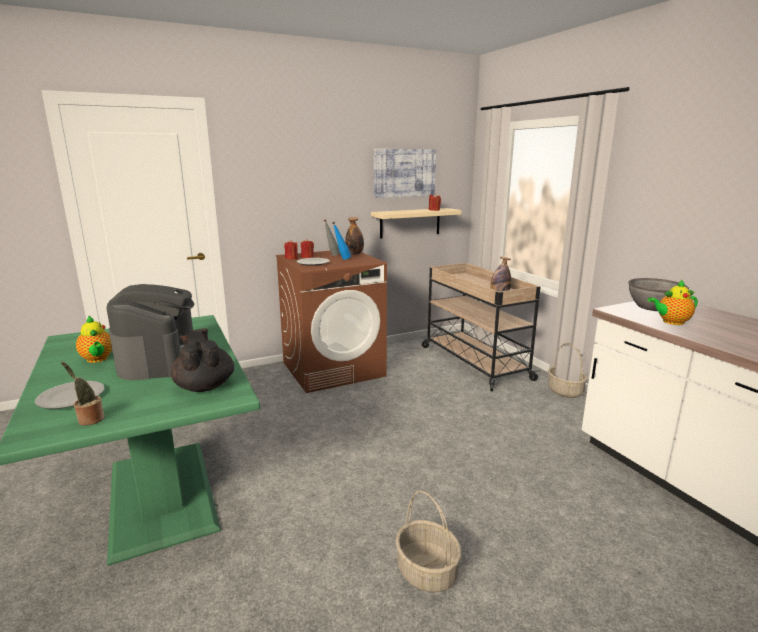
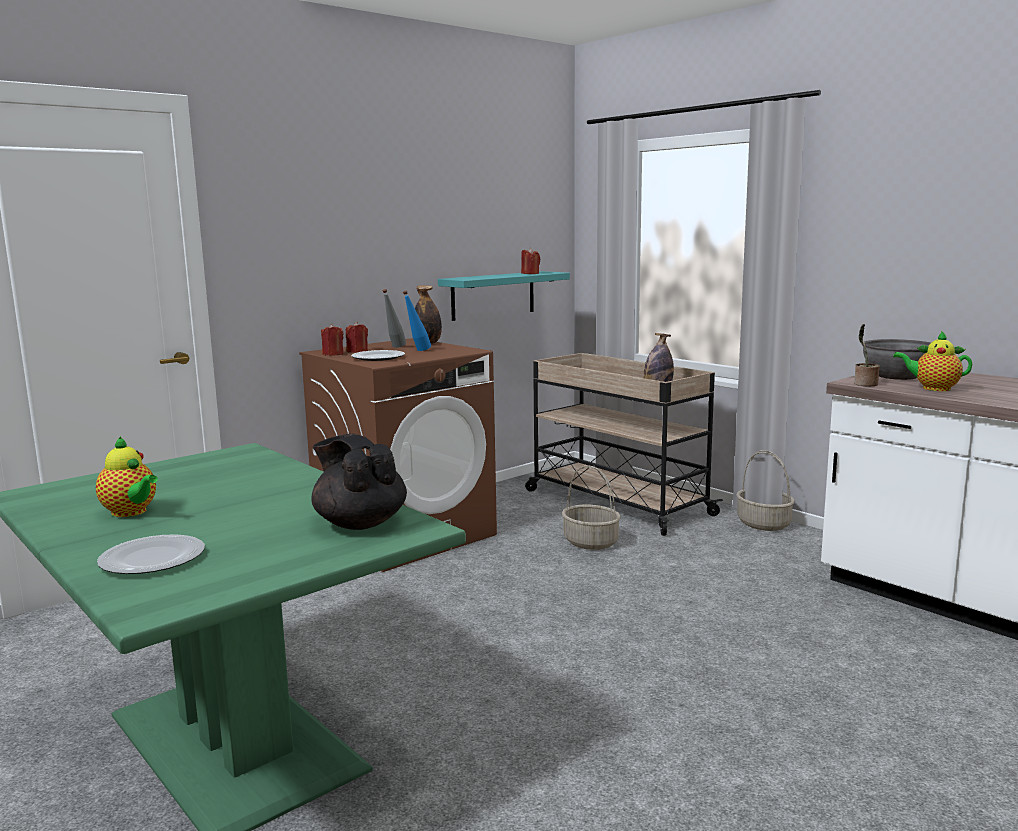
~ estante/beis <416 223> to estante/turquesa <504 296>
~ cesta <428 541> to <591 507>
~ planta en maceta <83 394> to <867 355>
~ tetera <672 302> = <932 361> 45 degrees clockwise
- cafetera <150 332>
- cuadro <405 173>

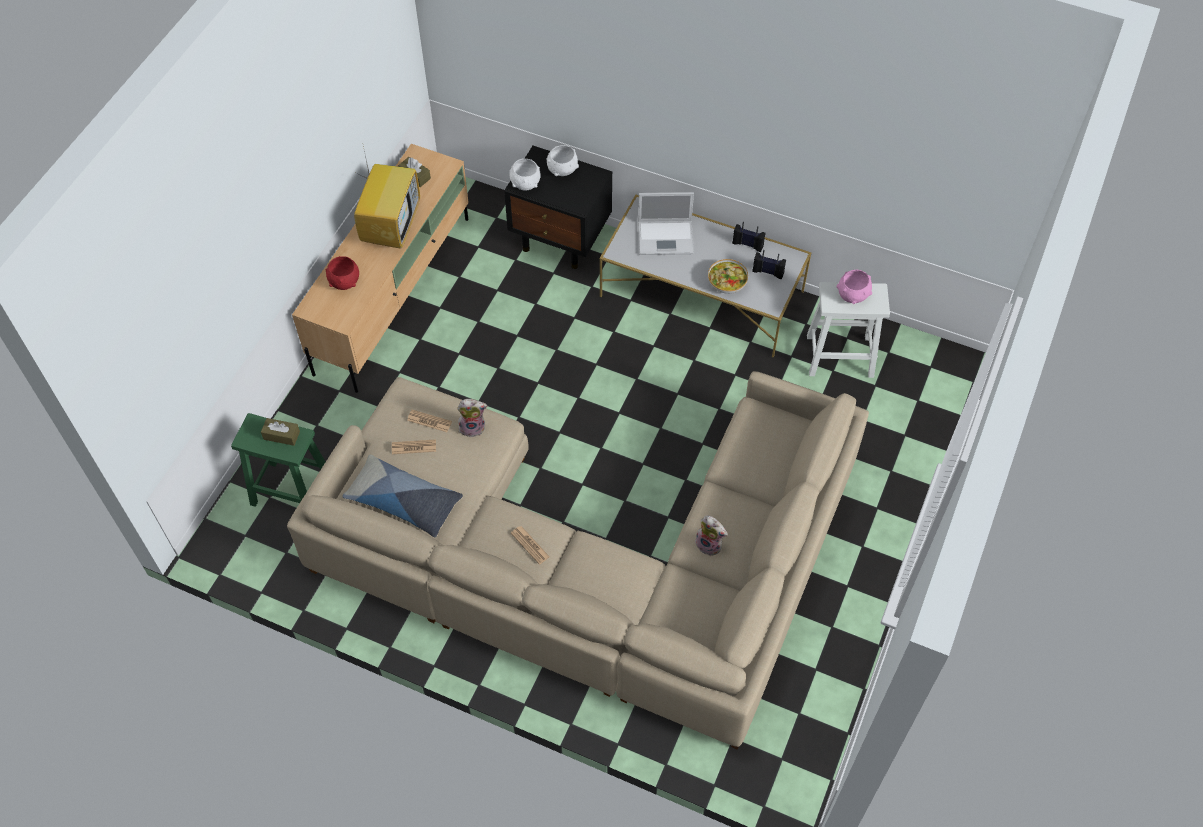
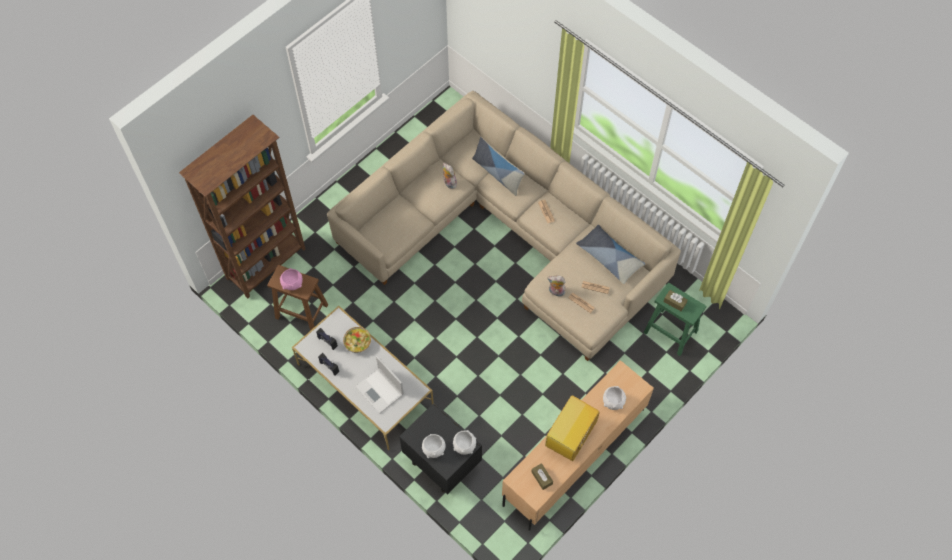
+ estantería/marrón <242 207>
~ taburete/blanco <848 330> to taburete/marrón <297 298>
~ portátil <666 223> = <379 385> 150 degrees counterclockwise
+ cojín <498 166>
~ cuenco/rojo <342 273> to cuenco/blanco <614 398>

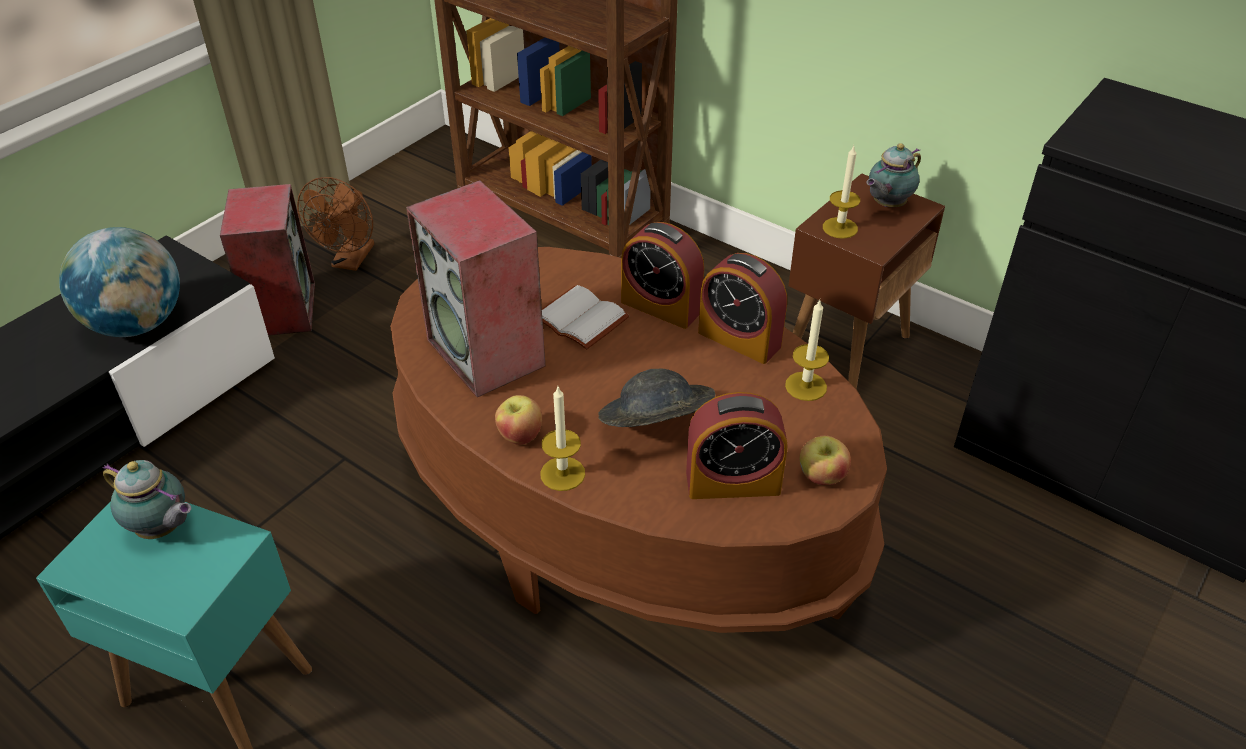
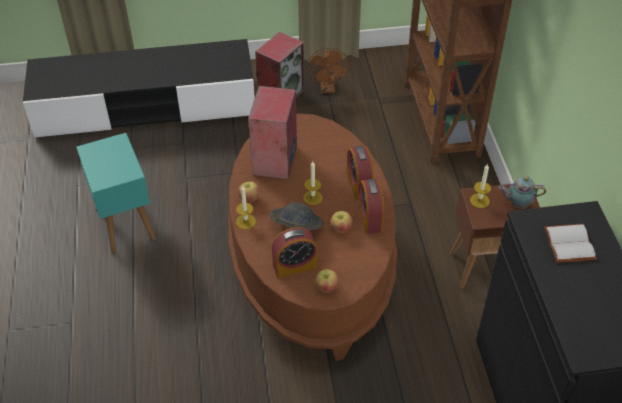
~ despertador <736 445> = <294 252> 60 degrees counterclockwise
~ vela <807 350> to <313 183>
~ ventilador/marrón <335 224> = <328 70> 60 degrees counterclockwise
+ manzana <341 222>
~ libro/blanco <586 317> to <570 243>
- globo terráqueo <119 282>
- tetera <146 499>

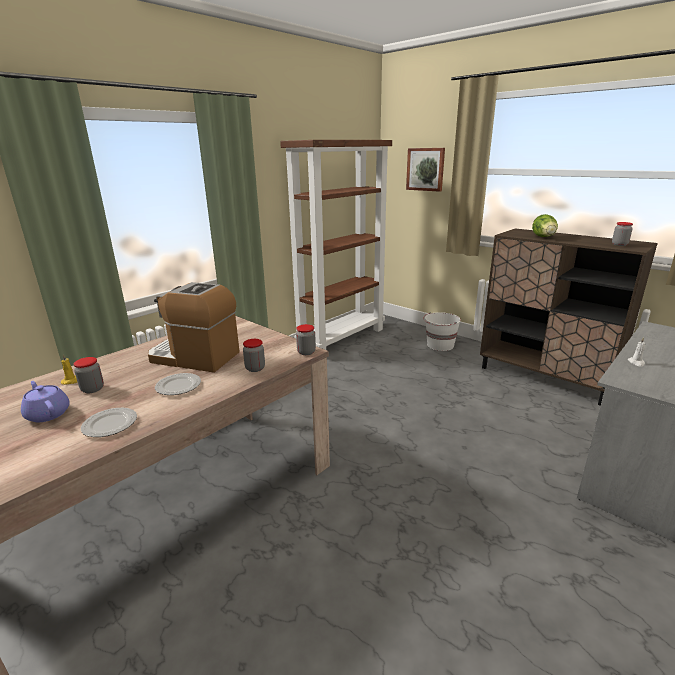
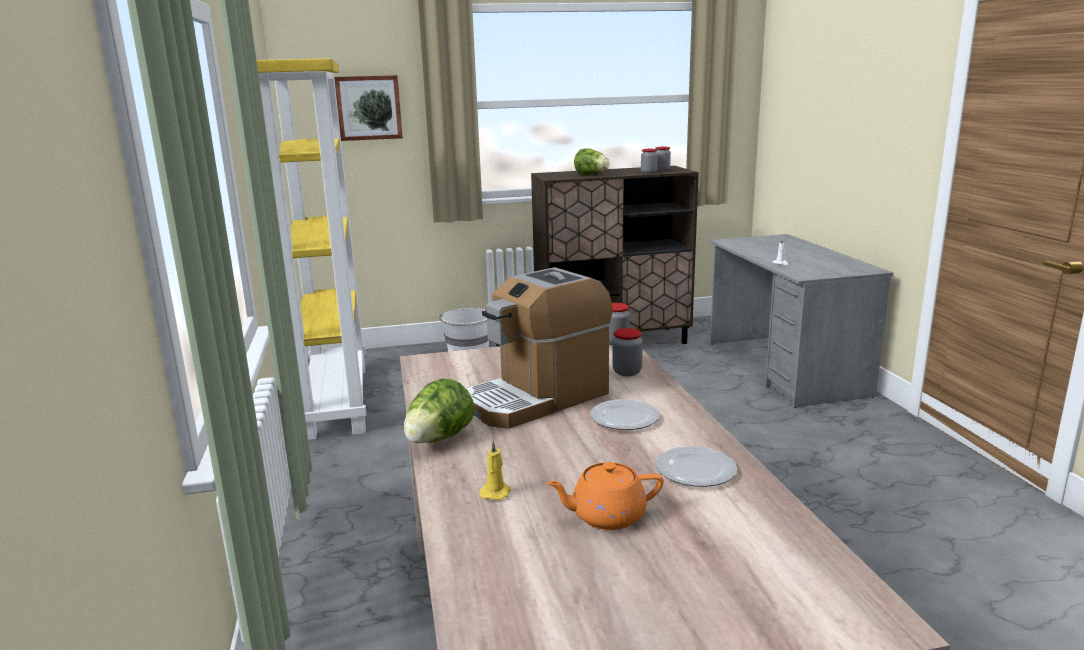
~ estantería/marrón <336 245> to estantería/amarillo <311 249>
+ lechuga <439 411>
~ tetera/morado <45 401> to tetera/naranja <604 496>
~ tarro <88 375> to <649 161>

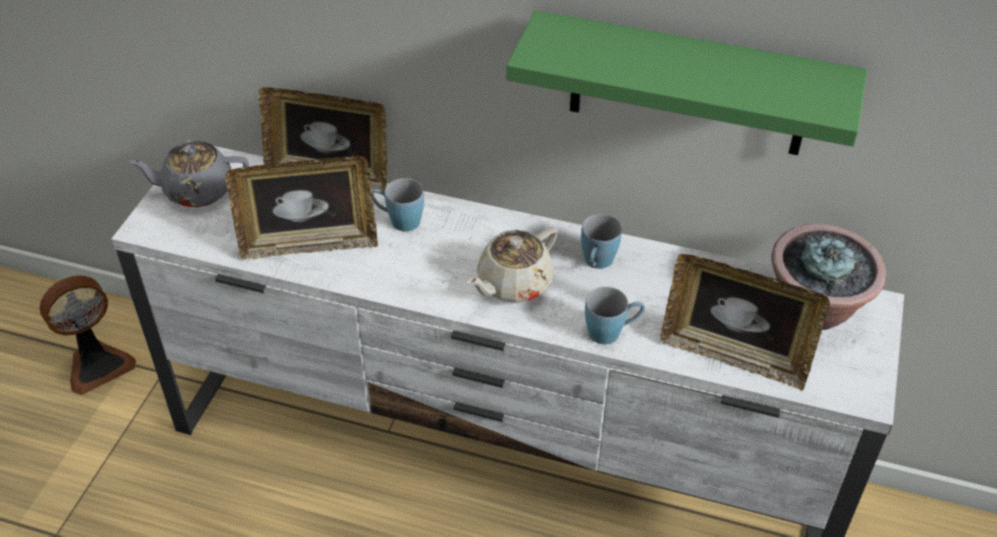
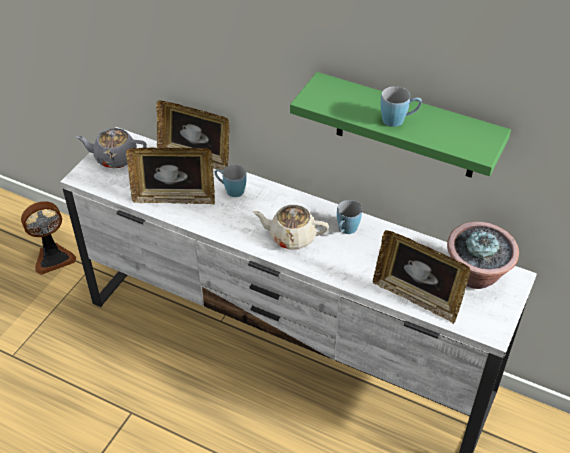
~ tetera/beis <512 265> = <291 227> 45 degrees clockwise
~ taza grande/azul <615 315> to <401 106>

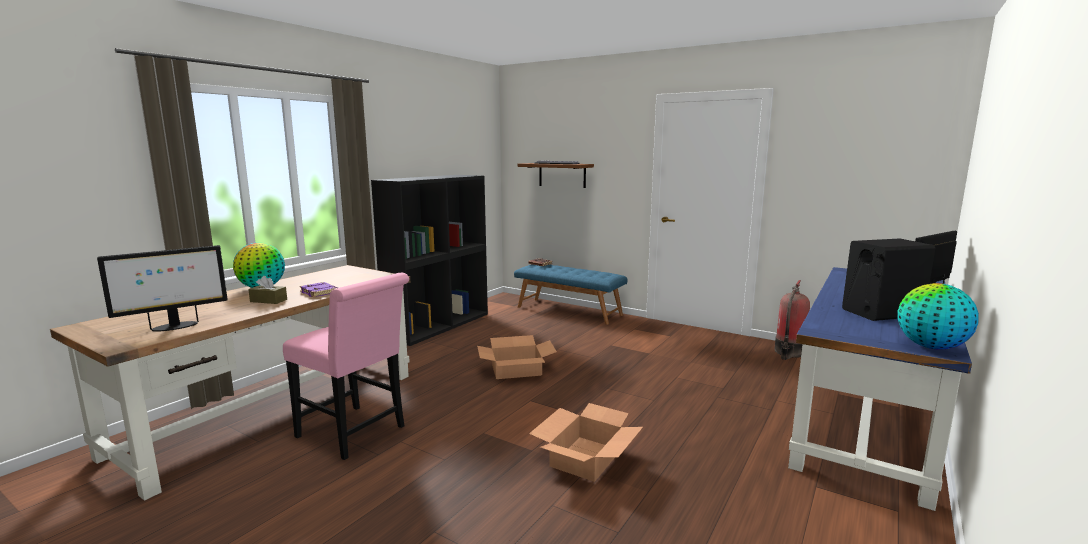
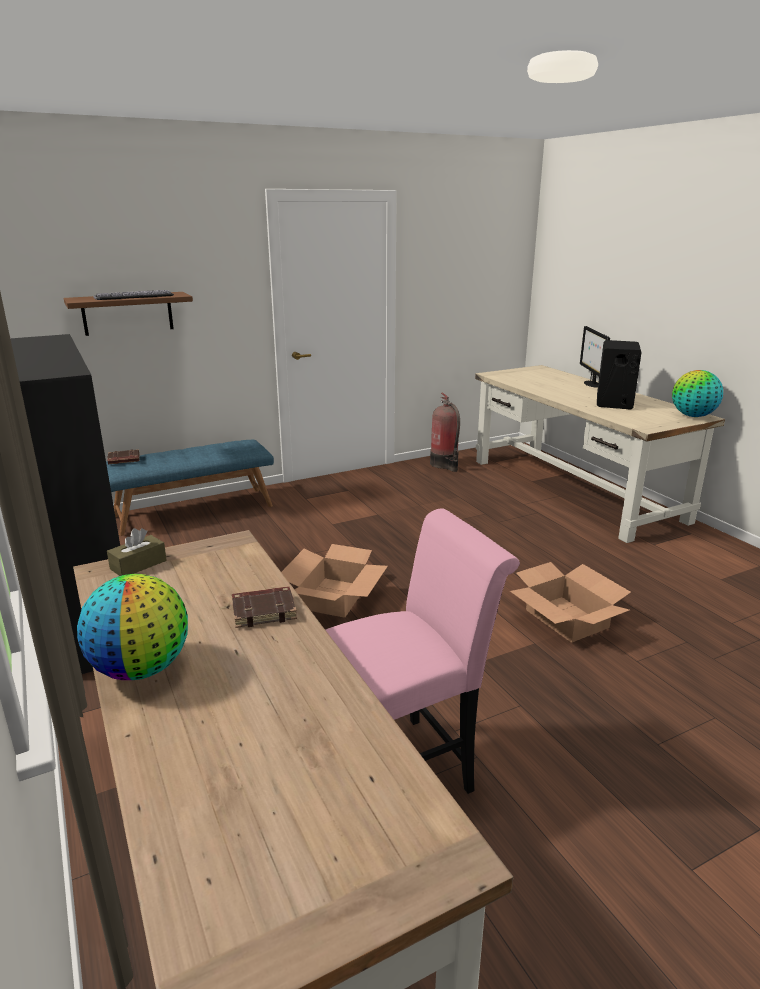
~ caja de pañuelos/marrón <267 290> to <137 552>
~ libro/morado <319 289> to libro/marrón <264 607>
~ escritorio/azul <880 389> to escritorio/beis <600 454>
- monitor <162 288>

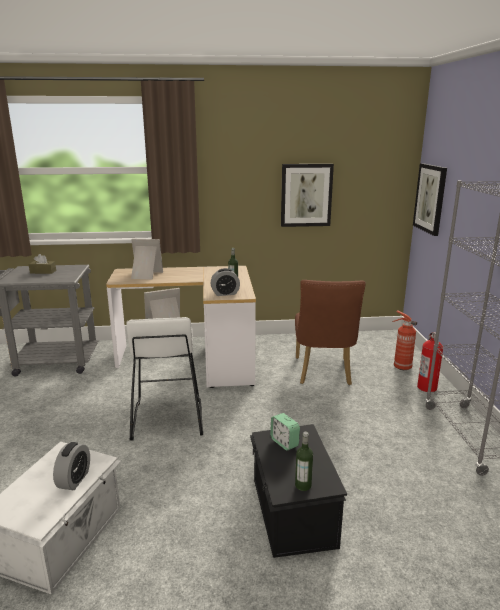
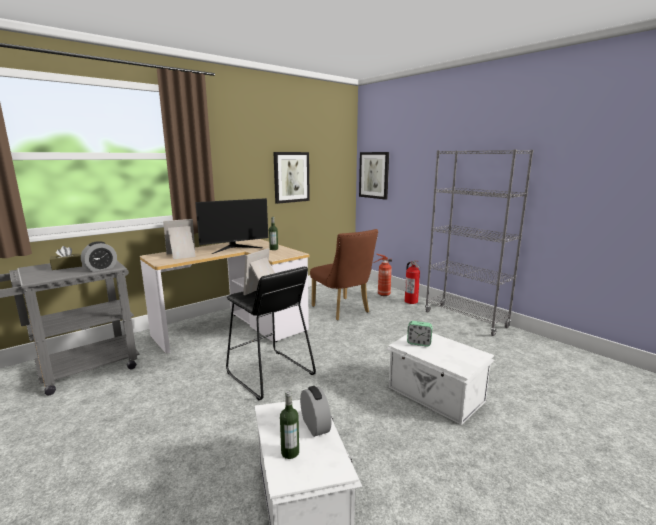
~ despertador <225 282> to <99 256>
+ monitor <231 226>
~ taburete/blanco <164 379> to taburete/negro <271 333>
~ botella <304 461> to <289 425>
~ caja de almacenaje/negro <298 491> to caja de almacenaje/blanco <440 379>

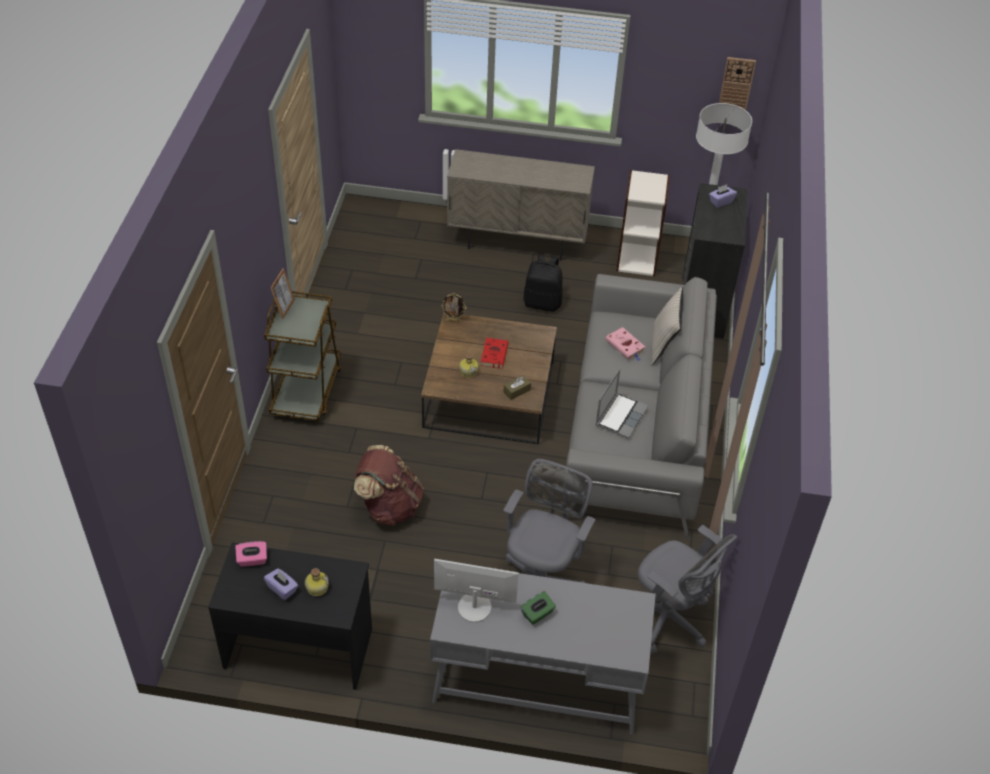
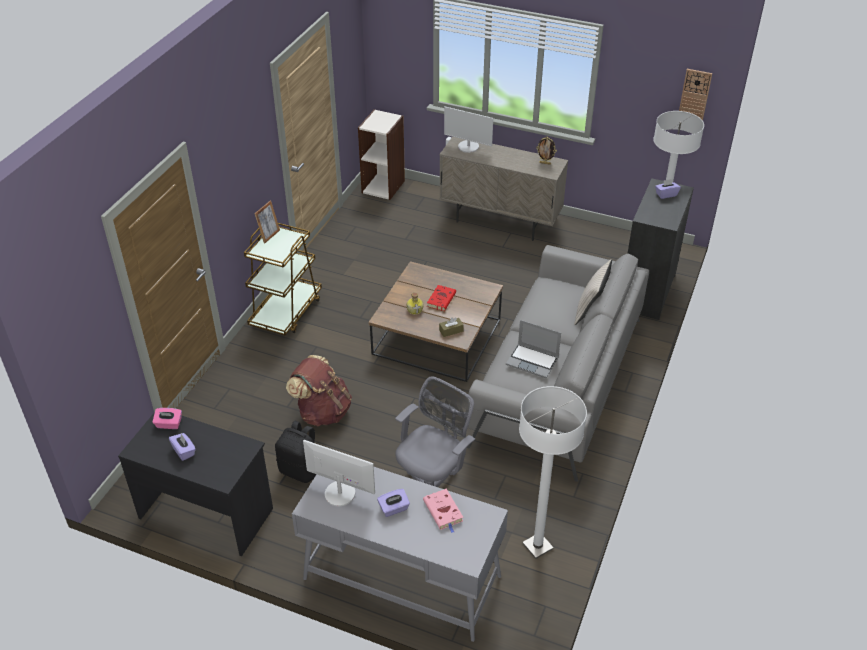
~ mochila/negro <543 283> to <295 452>
~ estantería <643 223> to <381 154>
~ caja de pañuelos/verde <538 608> to caja de pañuelos/morado <393 503>
~ libro/rosa <625 344> to <443 511>
+ monitor <468 129>
~ portátil <622 404> = <533 349> 75 degrees clockwise
~ silla de oficina/gris <687 589> to lámpara de pie/blanco <553 472>
~ portarretratos <453 307> to <546 151>
- botella <317 582>

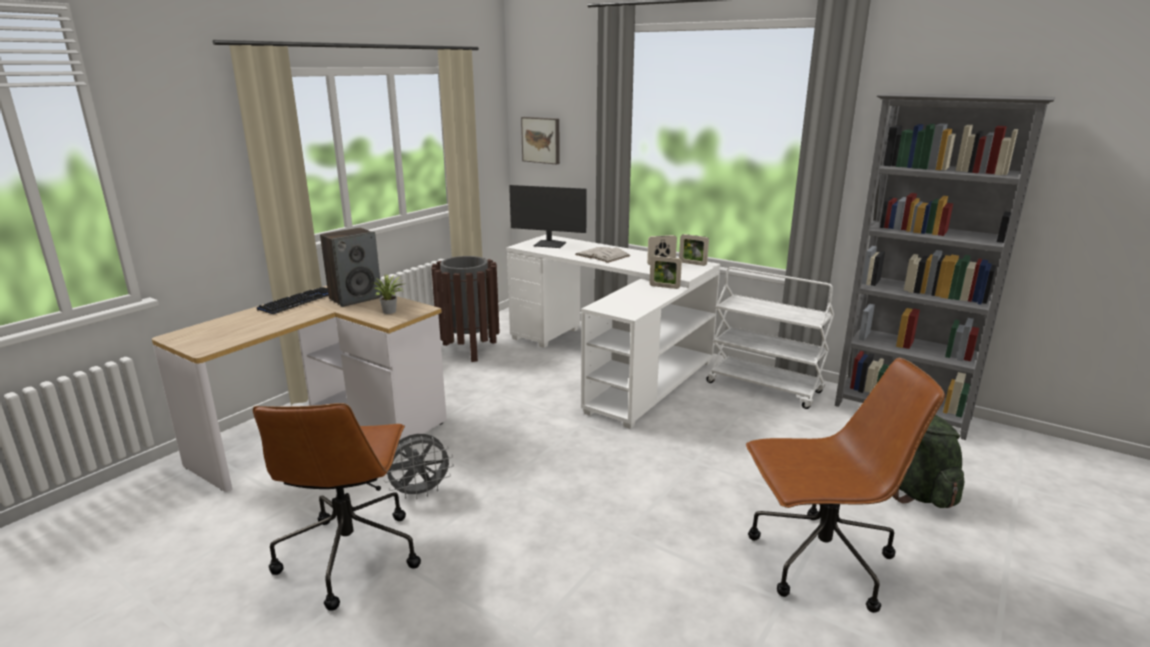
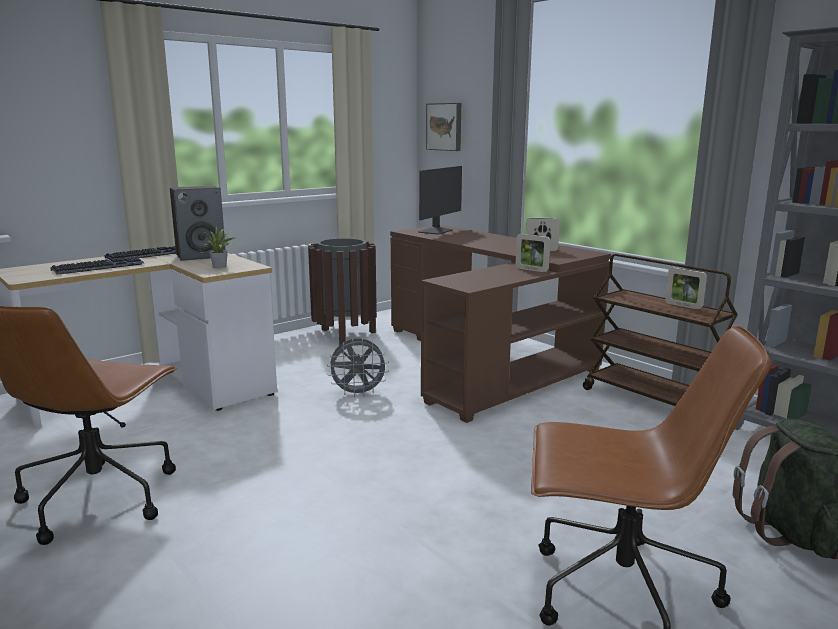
+ teclado <97 266>
~ ventilador/gris <419 466> to <358 367>
~ escritorio/blanco <613 332> to escritorio/marrón <500 324>
~ monitor <548 216> = <440 200> 90 degrees counterclockwise
~ carrito/blanco <770 338> to carrito/marrón <660 330>
~ portarretratos <694 250> to <686 288>
- libro/blanco <603 255>

